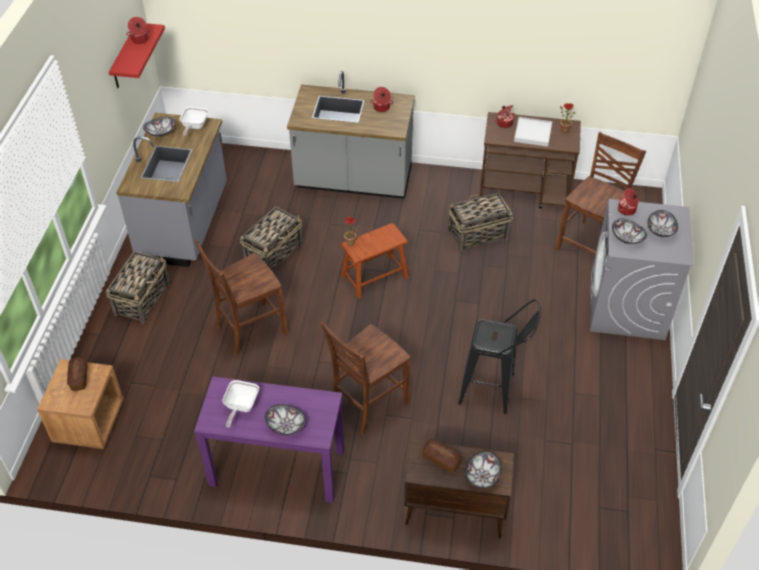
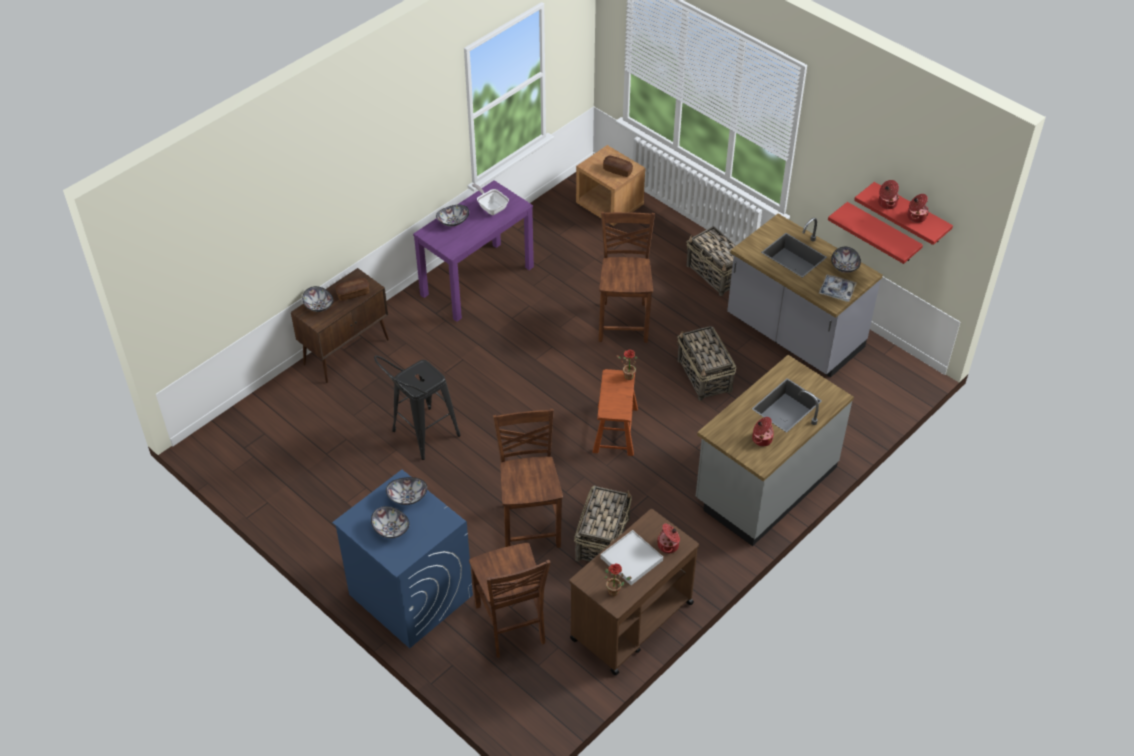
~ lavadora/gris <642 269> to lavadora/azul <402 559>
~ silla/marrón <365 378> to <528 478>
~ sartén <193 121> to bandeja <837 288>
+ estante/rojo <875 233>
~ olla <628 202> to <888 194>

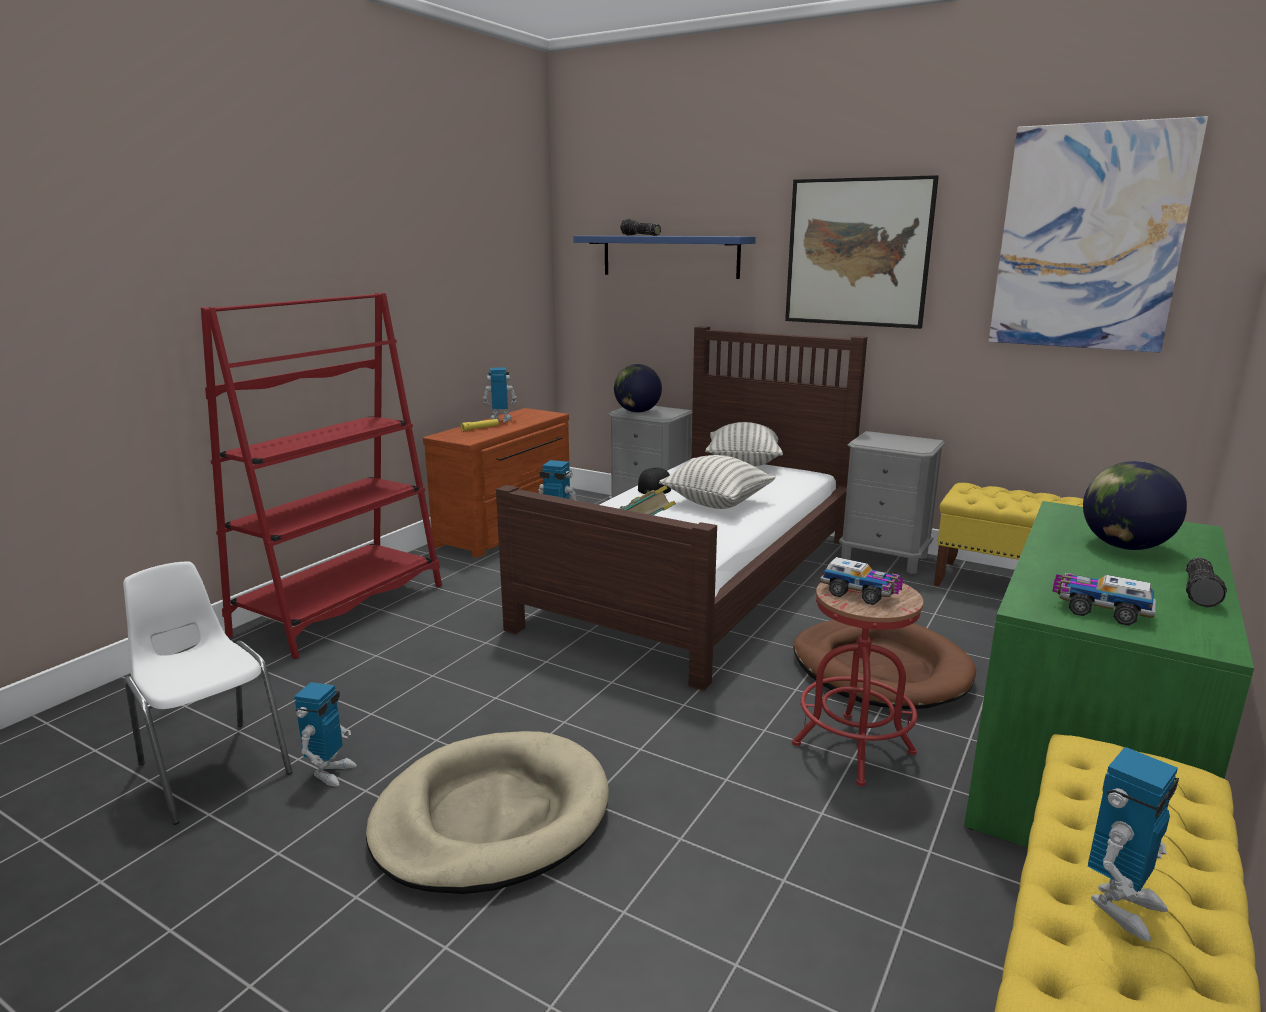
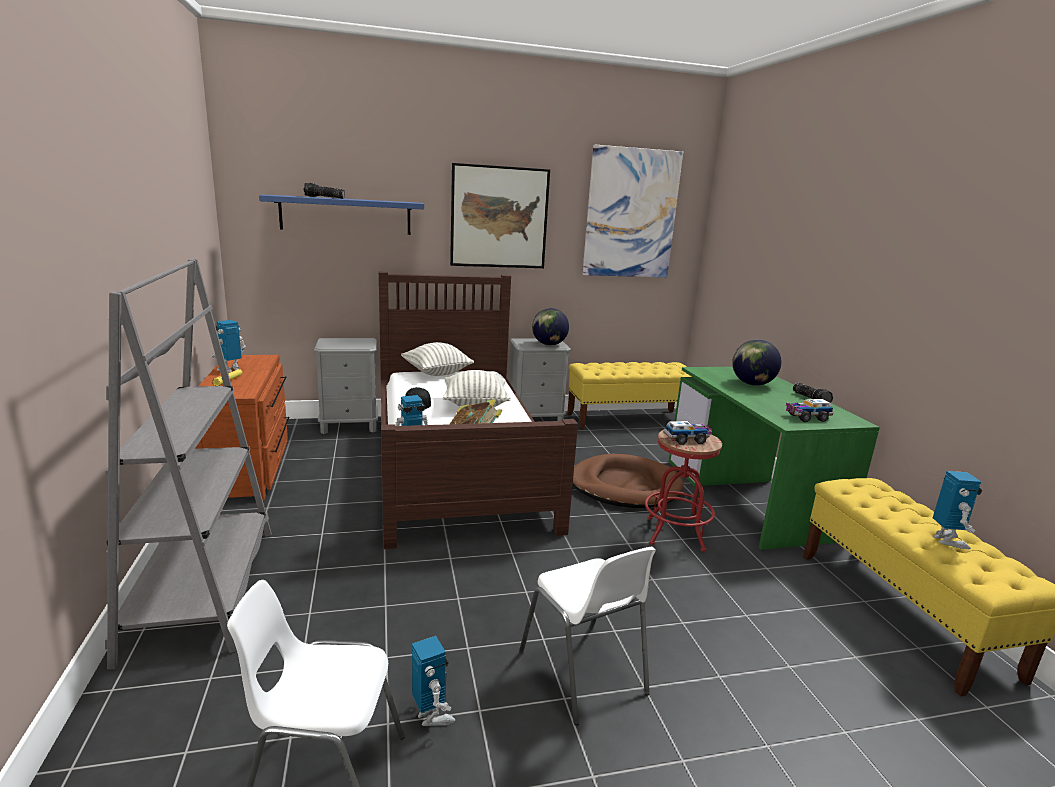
~ estantería/rojo <321 476> to estantería/gris <188 464>
~ cama para perro/beis <487 812> to silla/blanco <587 635>
~ globo terráqueo <638 388> to <550 326>

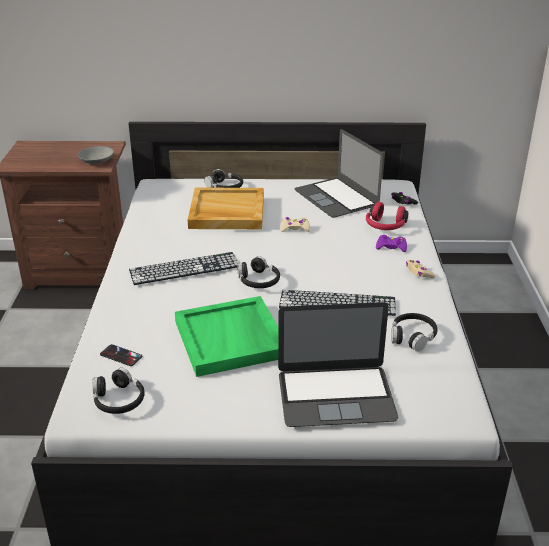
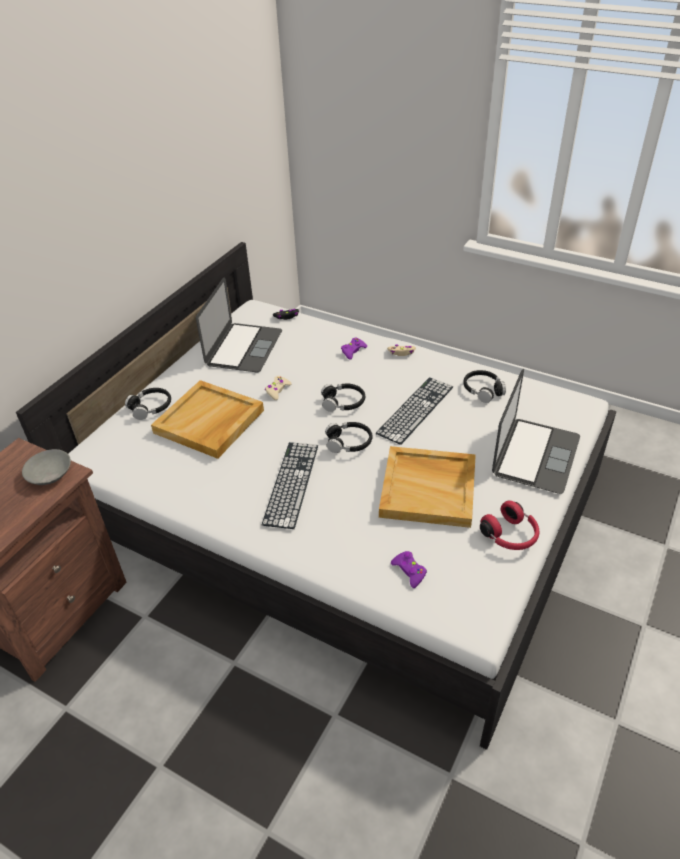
~ portátil <339 173> = <239 324> 75 degrees counterclockwise
~ auriculares/negro <118 390> to <343 398>
~ bandeja/verde <226 336> to bandeja/beis <427 487>
~ móvil <121 355> to mando de consola/morado <409 569>
~ auriculares/rojo <387 216> to <509 525>

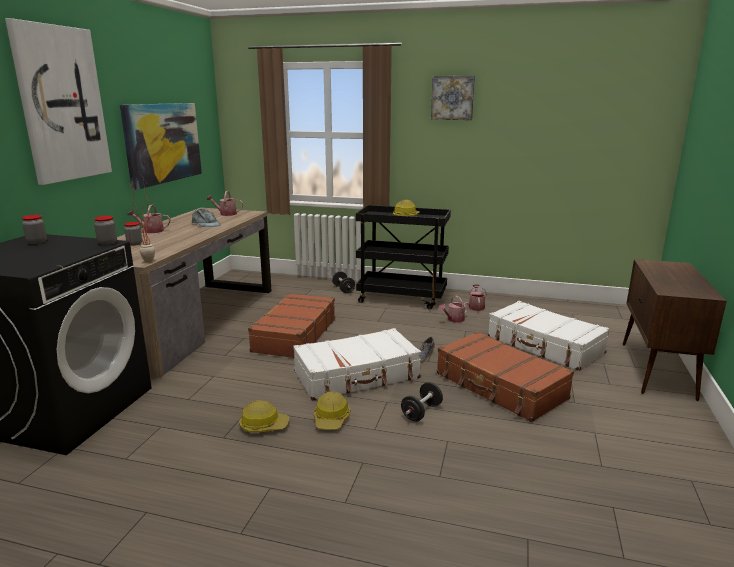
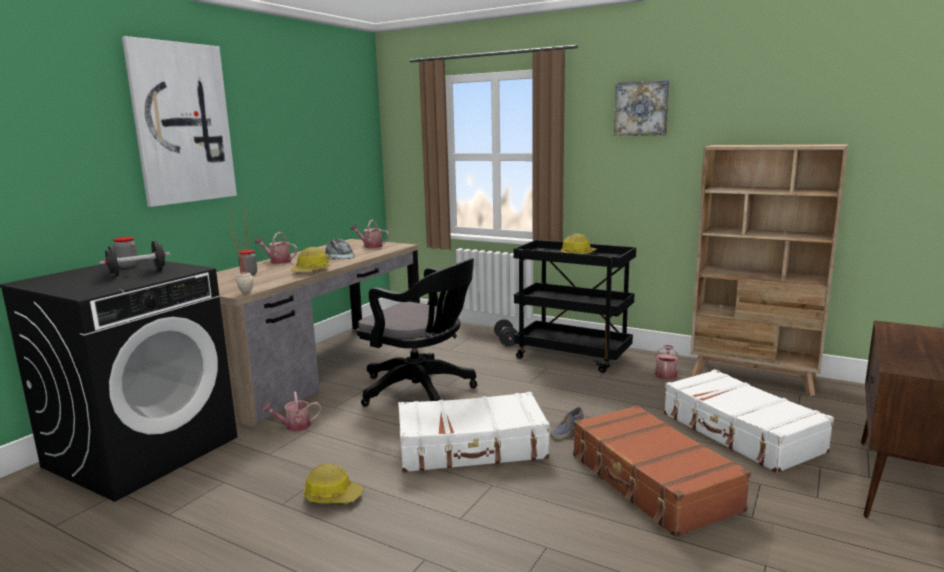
~ mancuerna/negro <422 402> to <134 258>
~ regadera <453 309> to <291 411>
~ casco <332 410> to <310 259>
~ maleta/marrón <291 325> to silla de oficina/negro <416 332>
+ estantería/beis <769 270>
- tarro <105 230>
- cuadro <161 146>

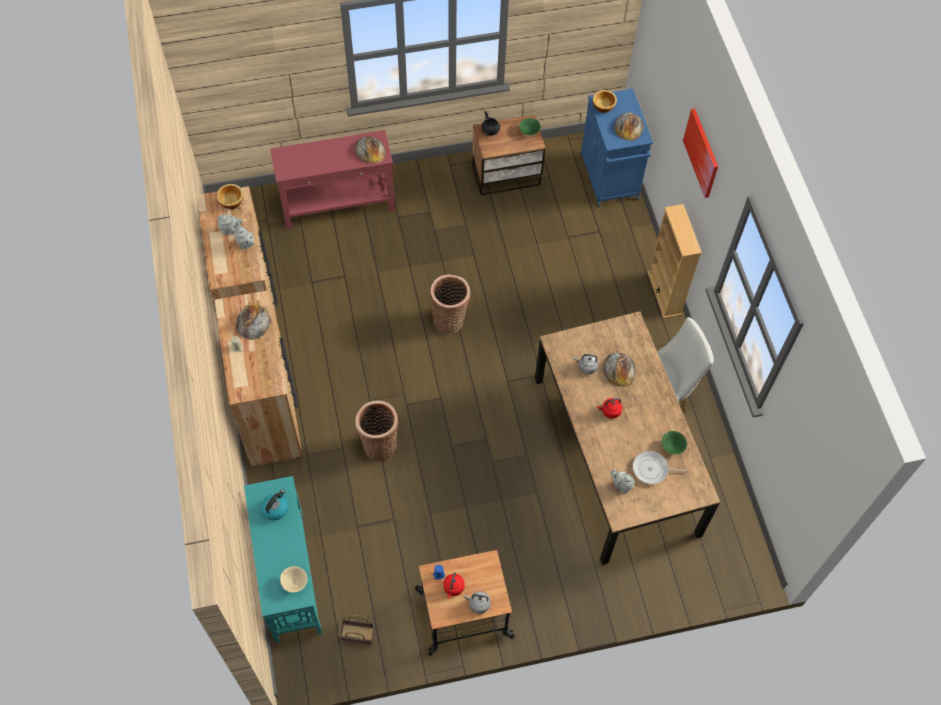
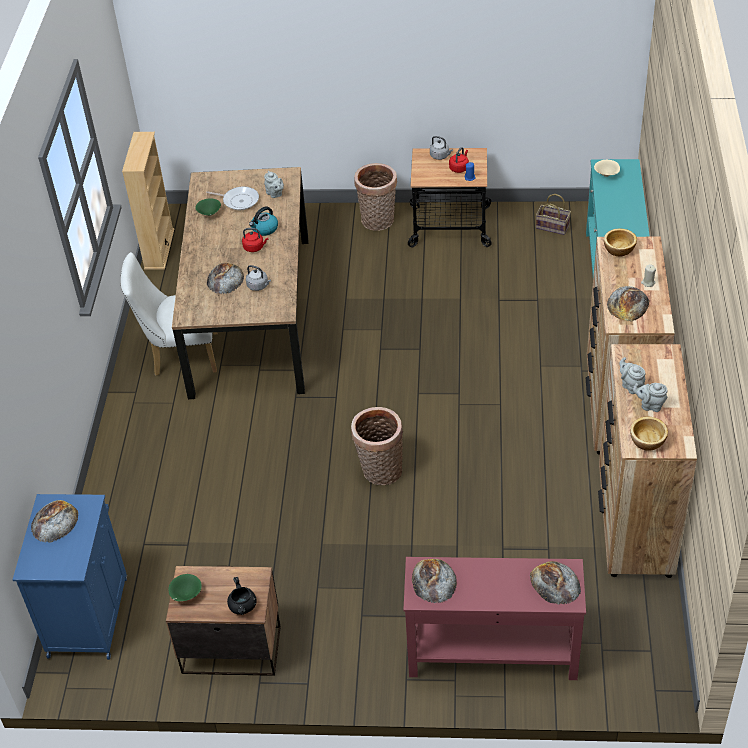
~ estantería/beis <674 261> to <148 201>
~ hervidor <274 504> to <263 221>
~ cesta <377 431> to <375 197>
+ pan <555 582>
~ cuenco <605 101> to <620 243>
- cuadro <700 153>

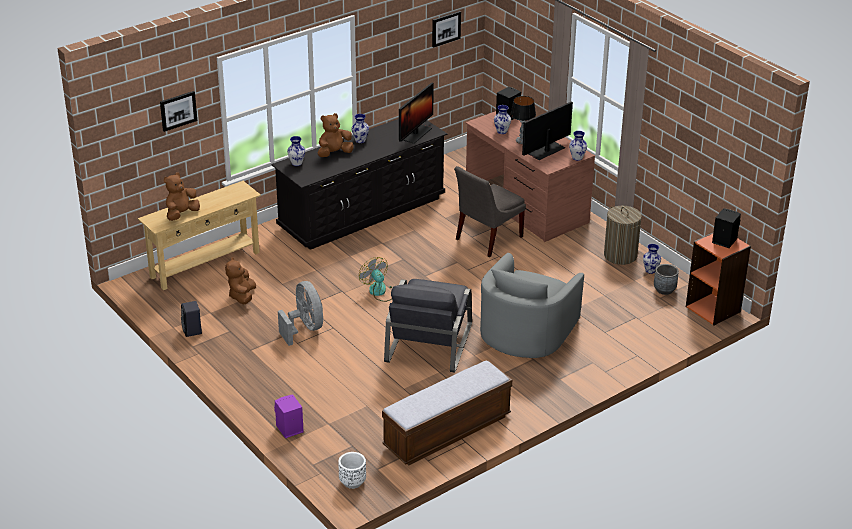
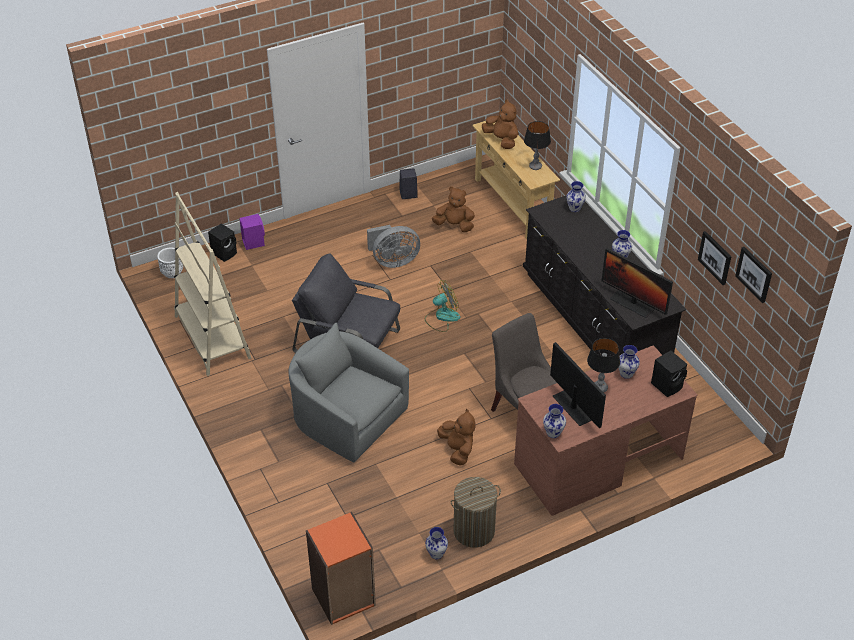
~ banco <447 413> to estantería/beis <212 284>
~ altavoz/negro <726 228> to <222 243>
~ peluche/marrón <336 135> to <456 437>
+ lámpara de mesa <537 145>
~ cuadro <178 111> to <714 258>
- maceta/gris <666 279>

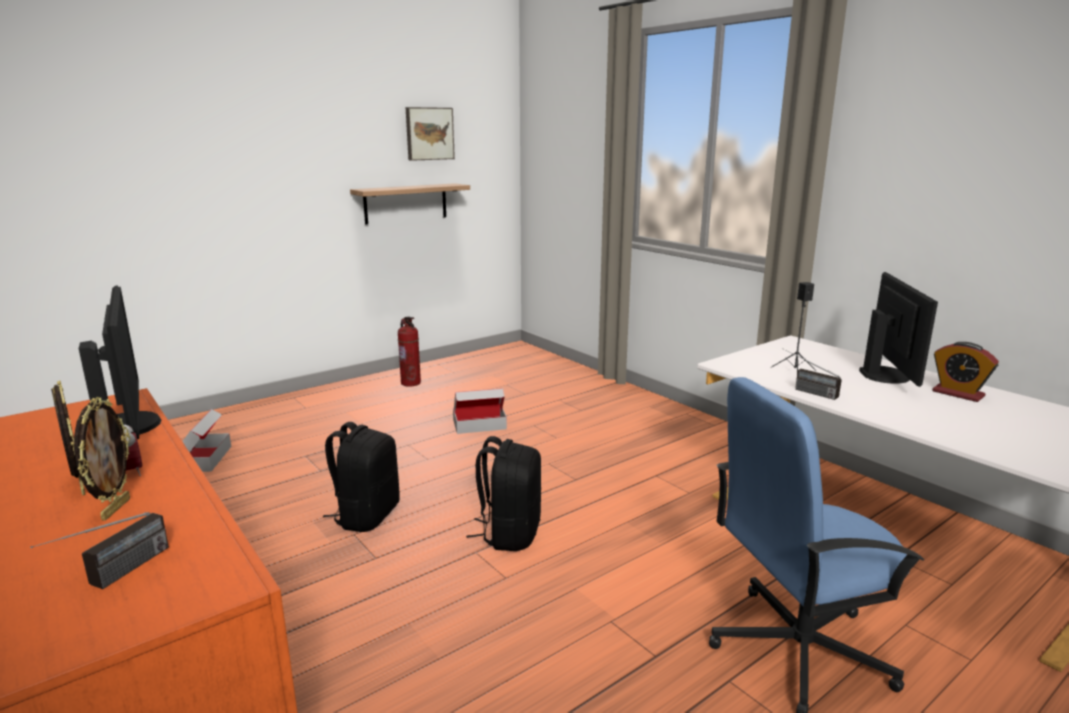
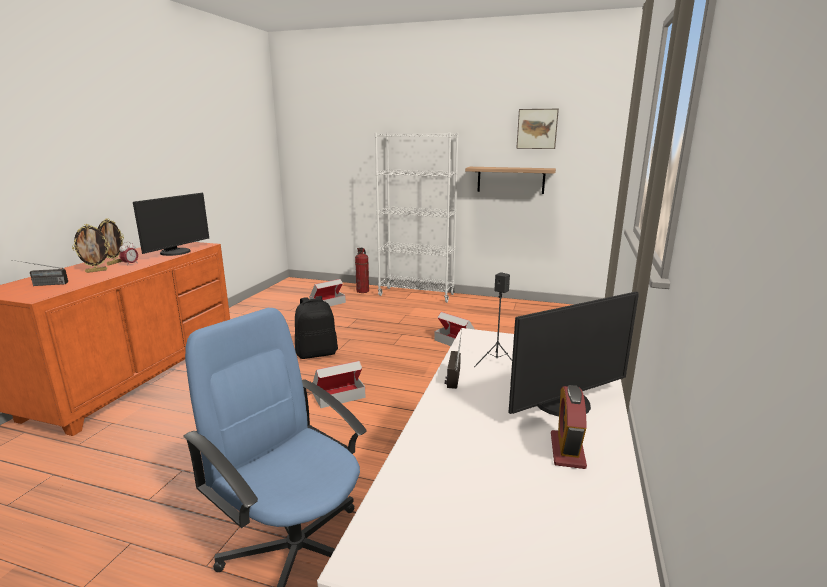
~ mochila/negro <503 493> to caja de cartón <339 384>
~ extintor <409 352> to <362 270>
+ estantería/blanco <417 218>

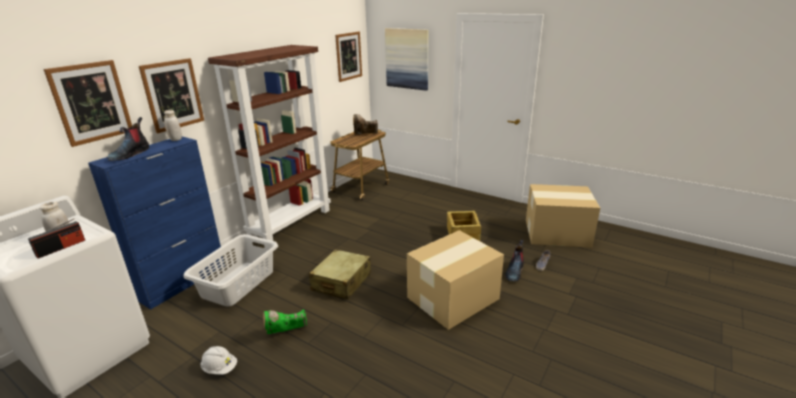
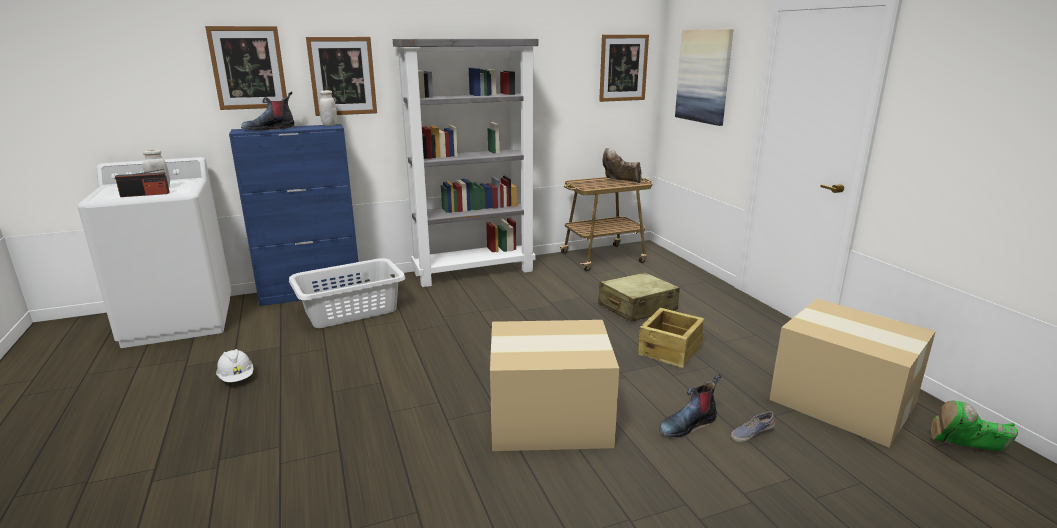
~ estantería/marrón <269 143> to estantería/gris <465 163>
~ maleta/beis <340 274> to <639 297>
~ bota/verde <285 321> to <974 426>

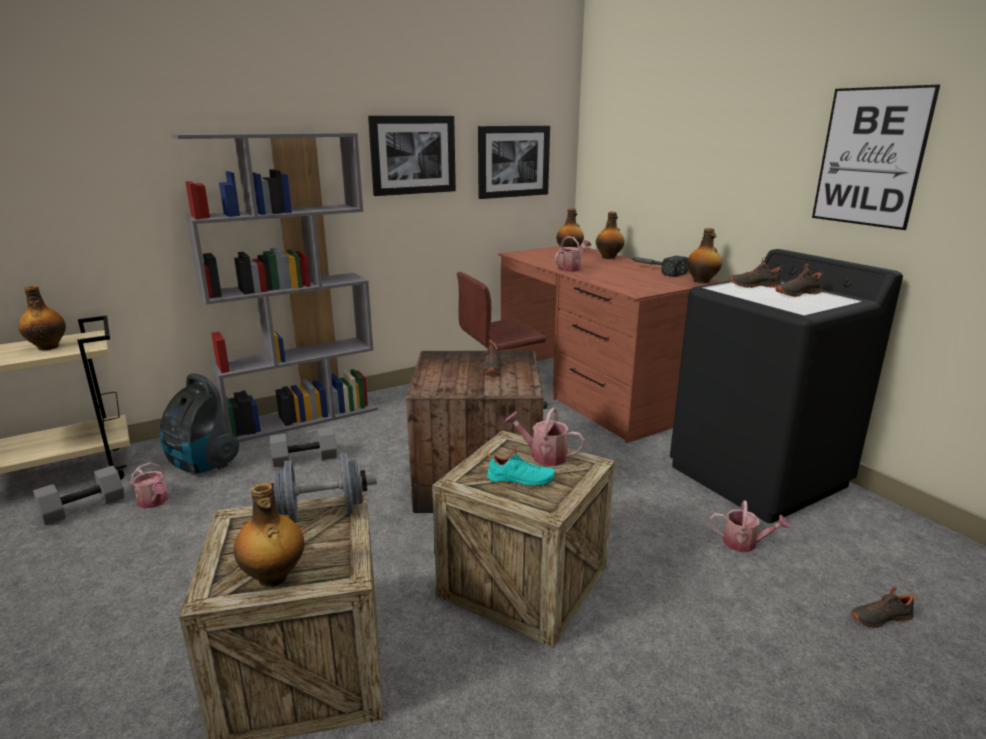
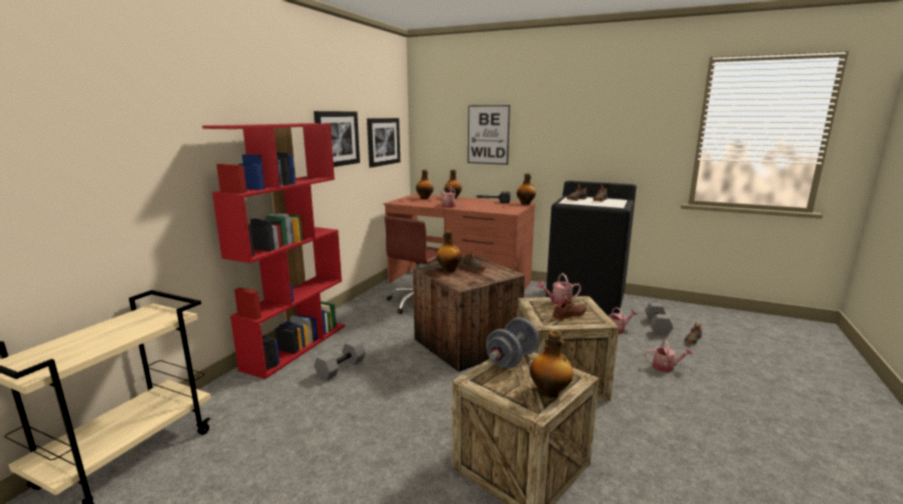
~ estantería/gris <275 287> to estantería/rojo <273 251>
~ botella <42 317> to <449 251>
~ cuadro <876 157> to <489 135>
~ zapato/turquesa <521 467> to zapato/marrón <570 308>
~ regadera <149 485> to <668 356>
~ mancuerna/gris <78 495> to <659 319>
- aspiradora <199 423>

